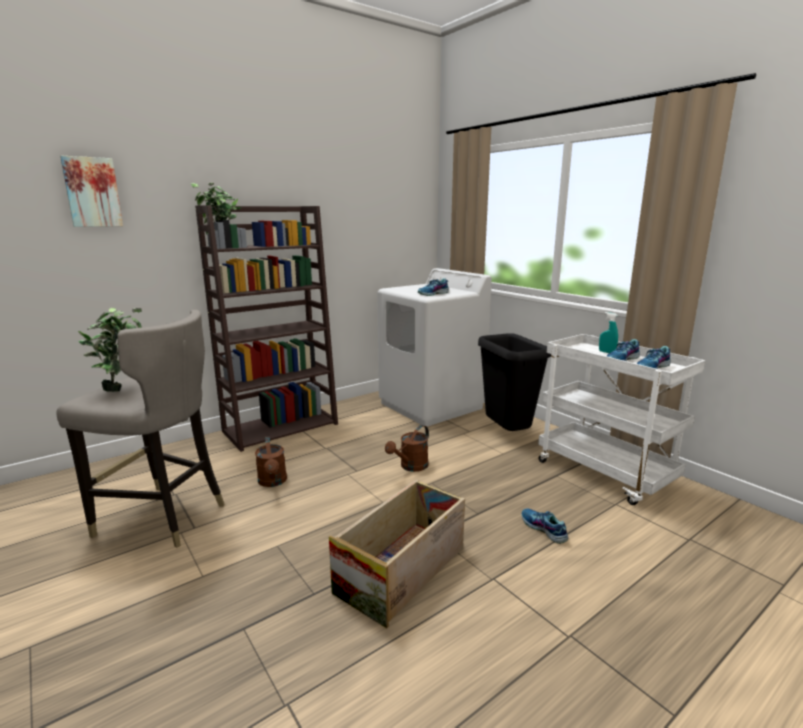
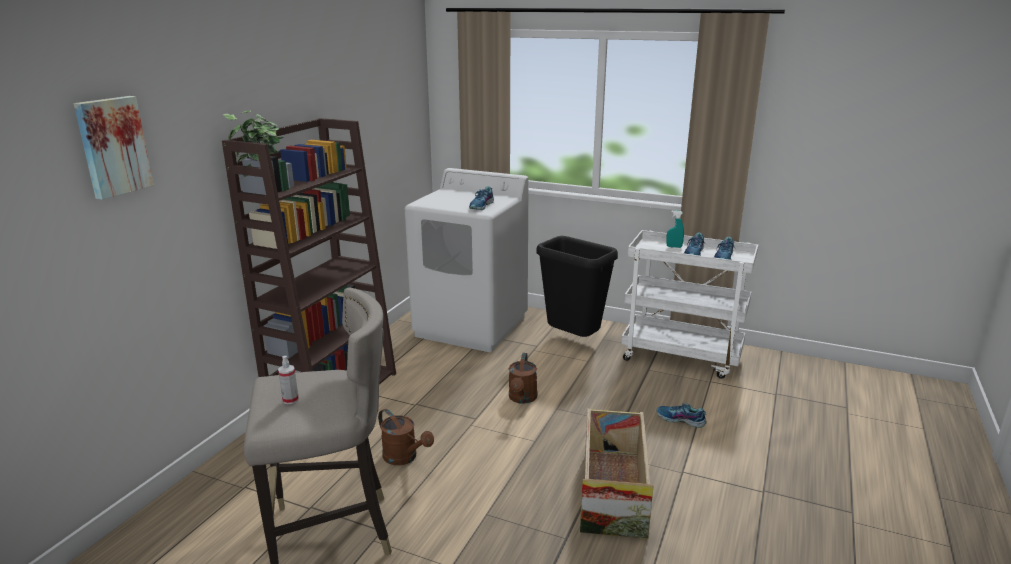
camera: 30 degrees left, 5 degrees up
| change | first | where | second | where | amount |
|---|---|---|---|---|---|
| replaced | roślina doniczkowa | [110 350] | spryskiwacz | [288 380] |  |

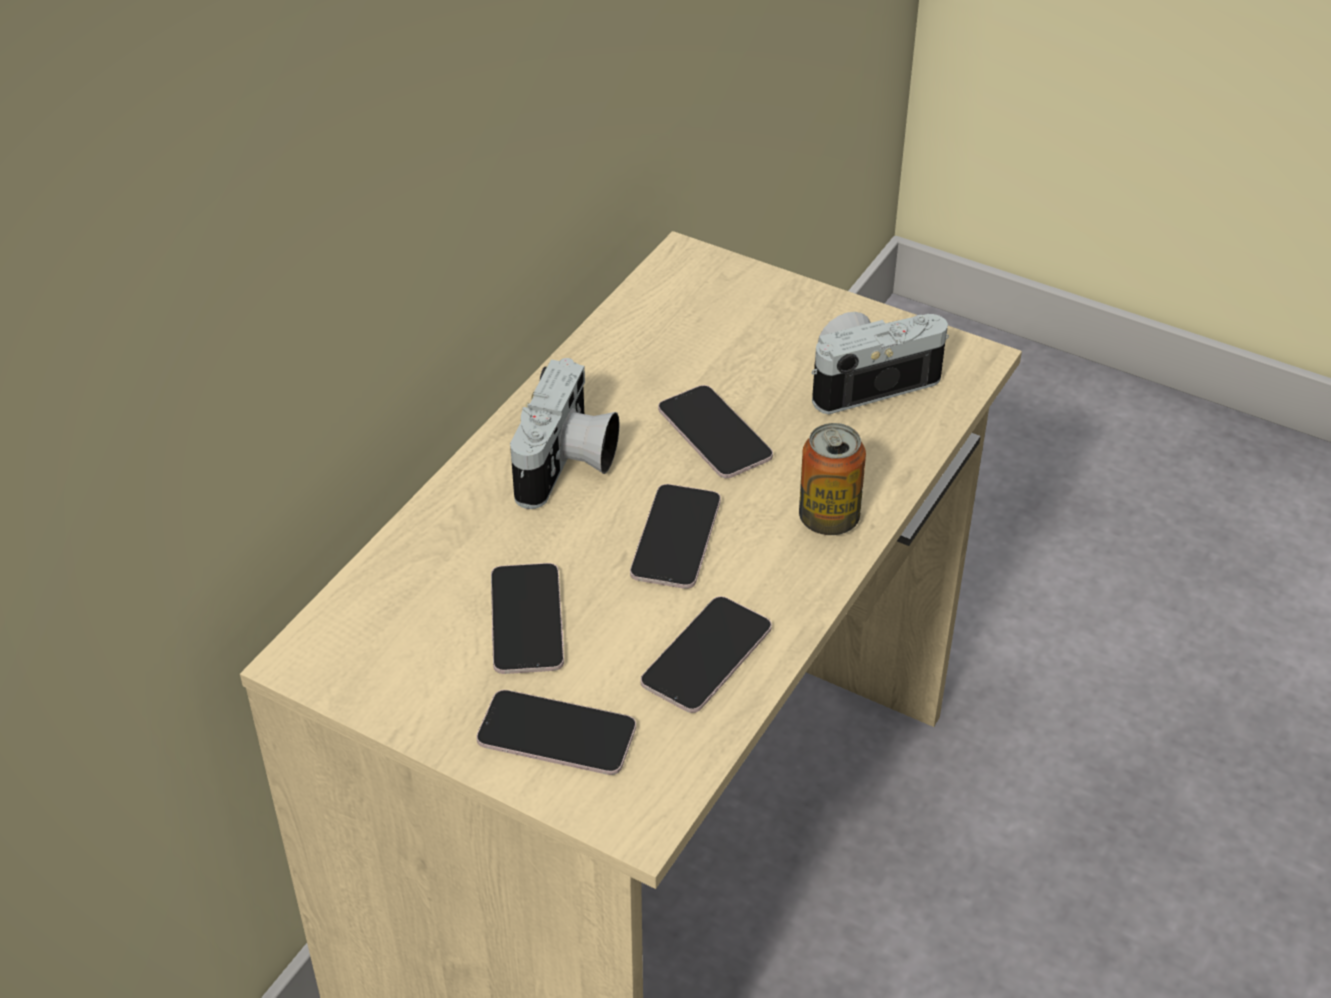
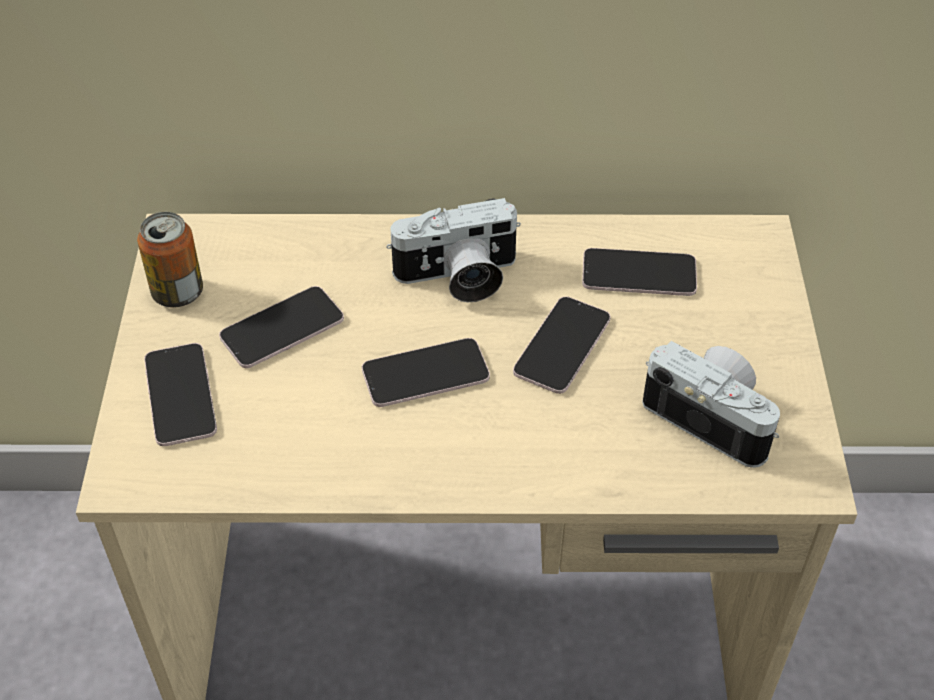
camera: 60 degrees right, 5 degrees up
| change | first | where | second | where | amount |
|---|---|---|---|---|---|
| moved | puszka | [832 479] |  | [170 260] |  |
| moved | telefon | [706 654] |  | [639 272] |  |

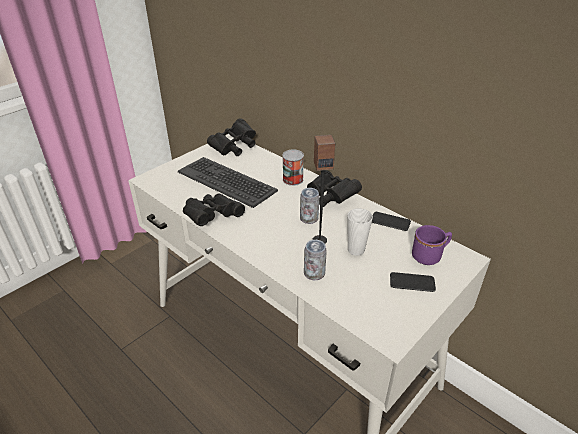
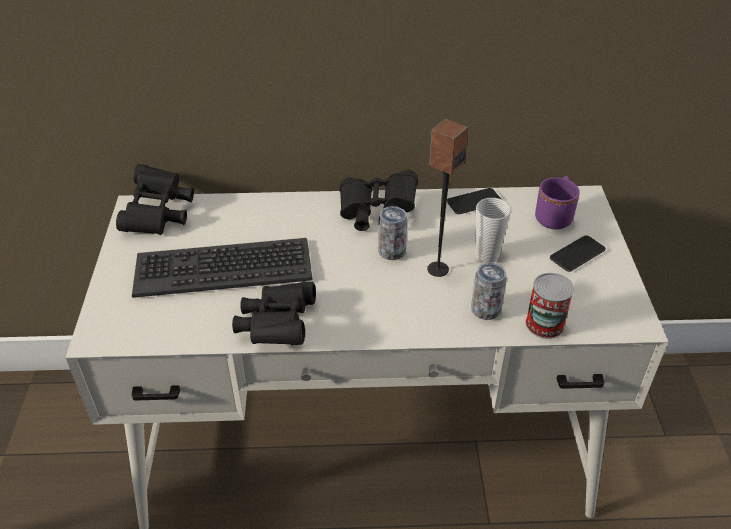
camera: 45 degrees left, 5 degrees up
| change | first | where | second | where | amount |
|---|---|---|---|---|---|
| moved | puszka | [293 168] |  | [550 306] |  |

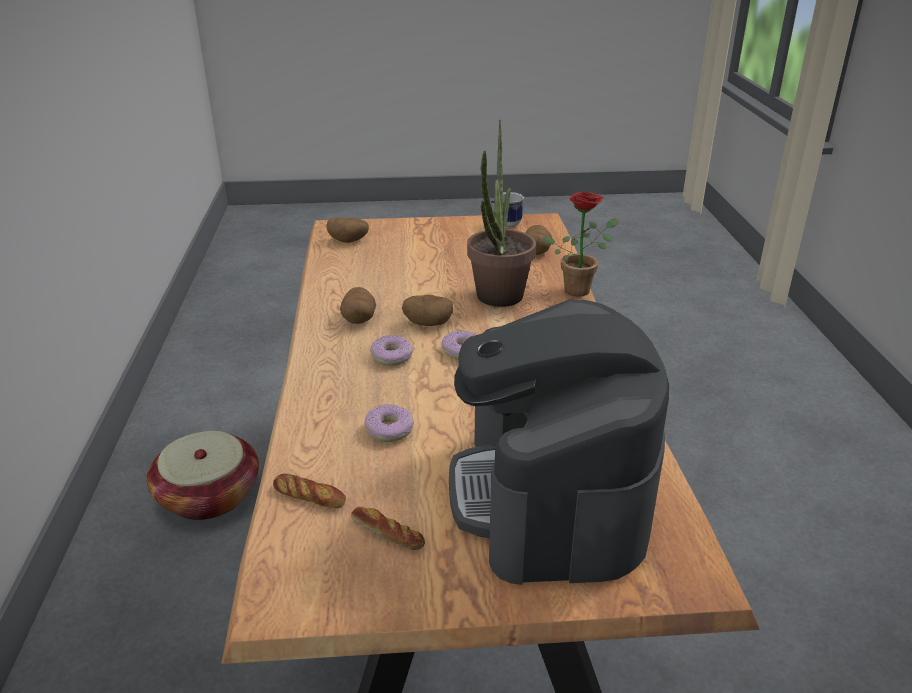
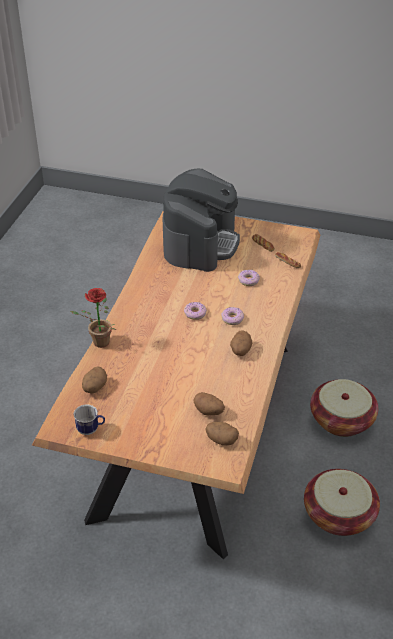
camera: 160 degrees left, 10 degrees up
| change | first | where | second | where | amount |
|---|---|---|---|---|---|
| moved | ziemniak | [427 310] |  | [209 403] |  |
| added |  |  | koszyk | [344 408] |  |
| removed | roślina doniczkowa | [501 213] |  |  |  |

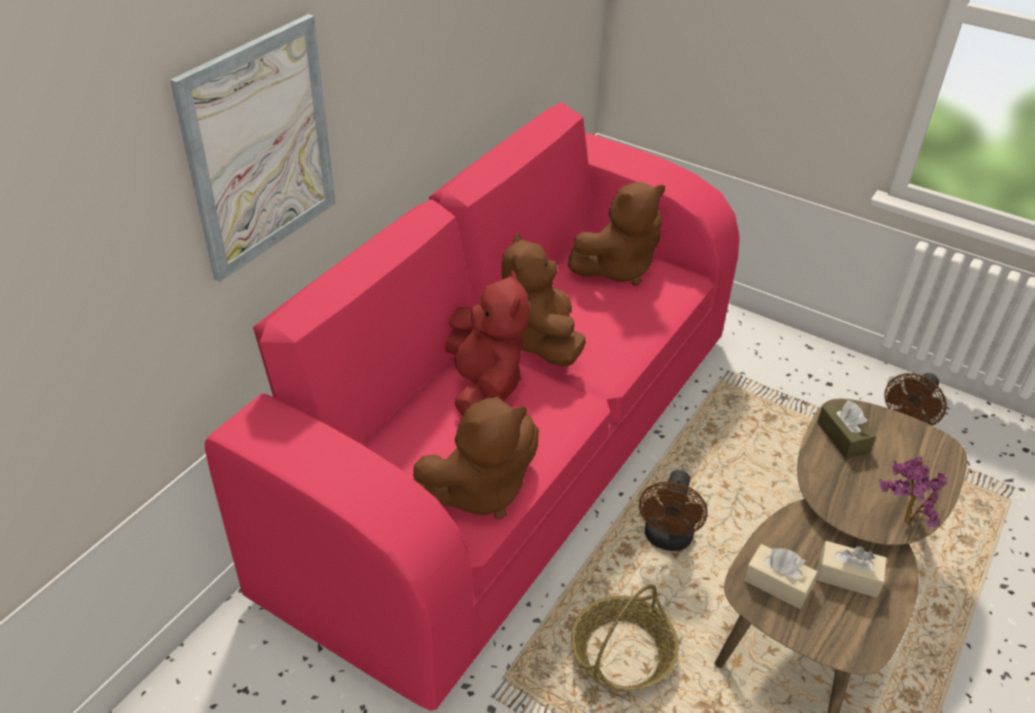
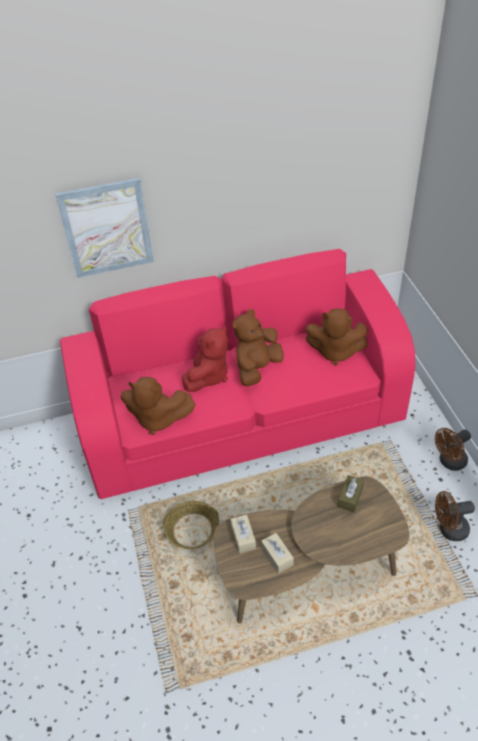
camera: 45 degrees right, 5 degrees up
| change | first | where | second | where | amount |
|---|---|---|---|---|---|
| moved | wentylator [brązowy] | [673 510] |  | [453 449] |  |
| removed | roślina doniczkowa | [913 491] |  |  |  |

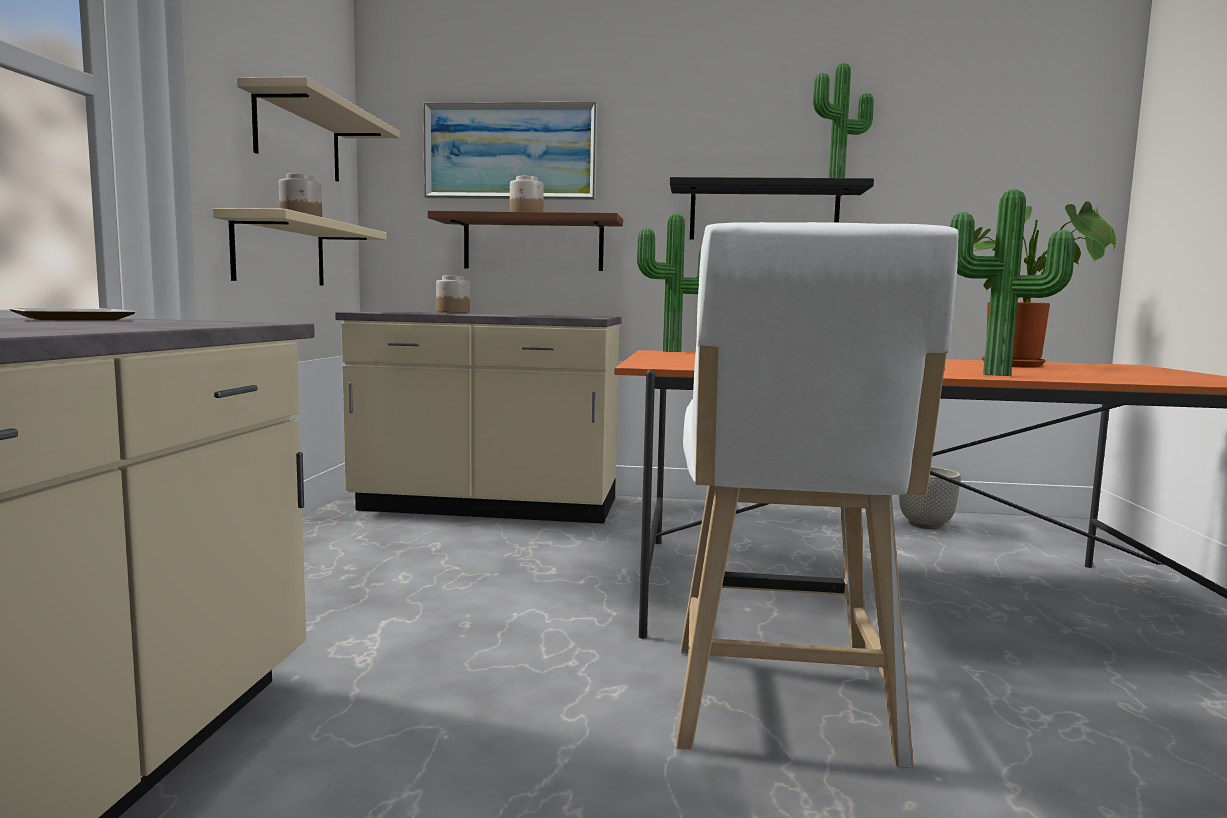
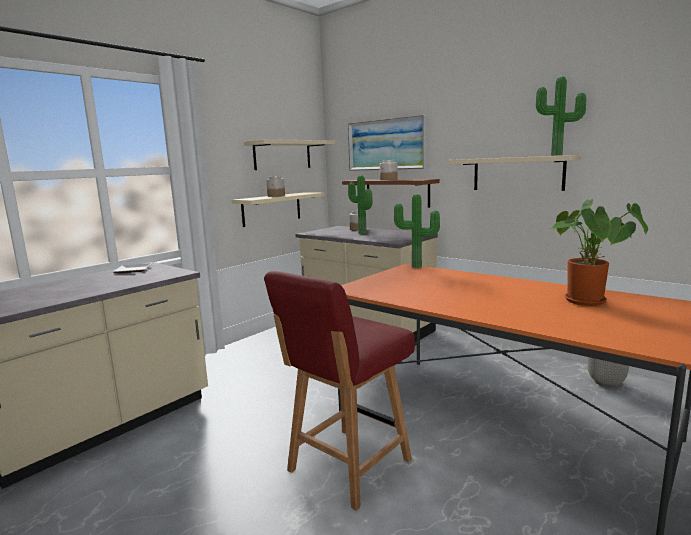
camera: 35 degrees right, 5 degrees up
| change | first | where | second | where | amount |
|---|---|---|---|---|---|
| replaced | stołek [biały] | [816 495] | krzesło [czerwony] | [339 391] |  |
| moved | roślina doniczkowa | [1012 282] |  | [360 204] |  |
| recoloured | półka [czarny] | [772 208] | półka [beżowy] | [515 173] |  |

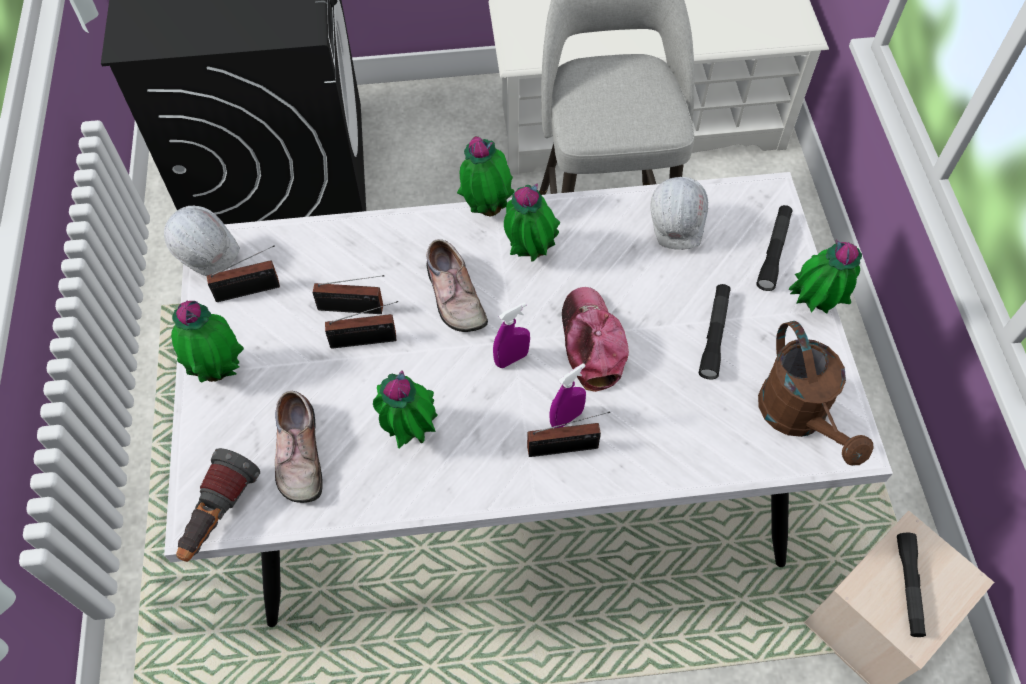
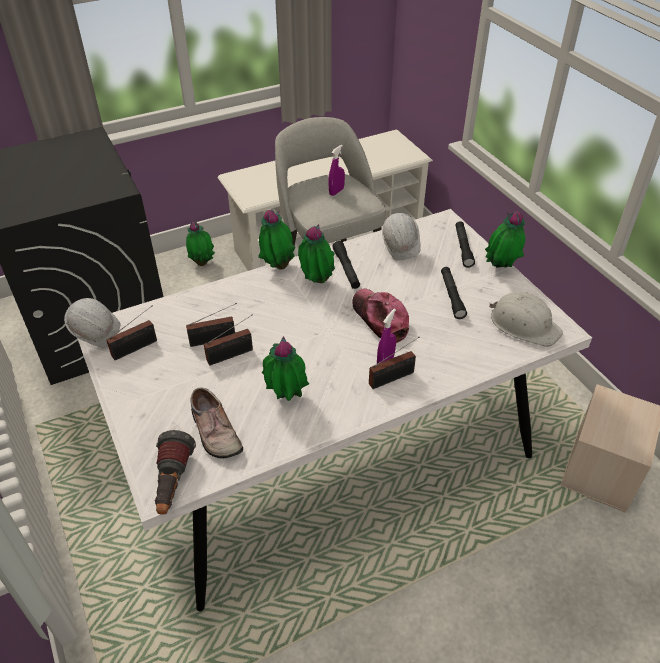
camera: 20 degrees left, 15 degrees down
| change | first | where | second | where | amount |
|---|---|---|---|---|---|
| moved | roślina doniczkowa | [207 341] |  | [200 243] |  |
| moved | spryskiwacz [fioletowy] | [511 335] |  | [337 170] |  |
| moved | latarka [czarny] | [911 585] |  | [346 265] |  |
| replaced | konewka [brązowy] | [815 393] | kask [biały] | [526 319] |  |
| removed | but | [457 285] |  |  |  |

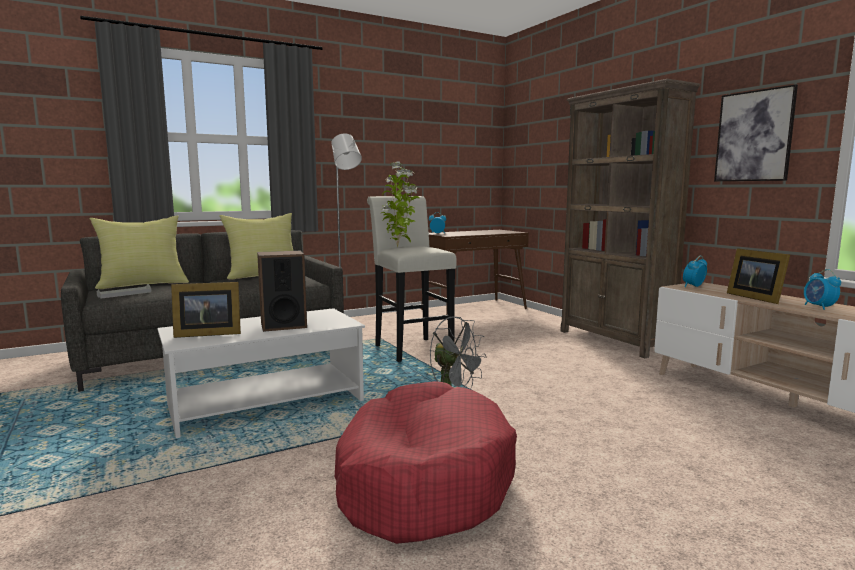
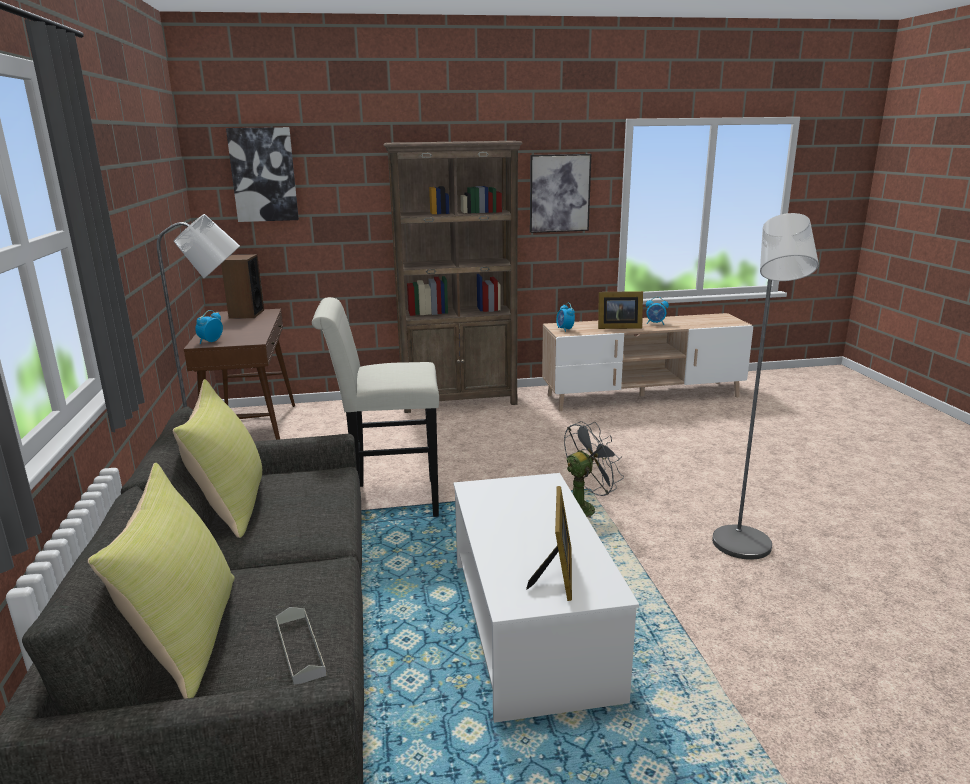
camera: 70 degrees left, 10 degrees up
| change | first | where | second | where | amount |
|---|---|---|---|---|---|
| moved | głośnik | [282 291] |  | [242 286] |  |
| added |  |  | obraz | [262 174] |  |
| replaced | legowisko [czerwony] | [426 462] | lampa stojąca [szary] | [765 386] |  |
| removed | roślina doniczkowa | [400 204] |  |  |  |

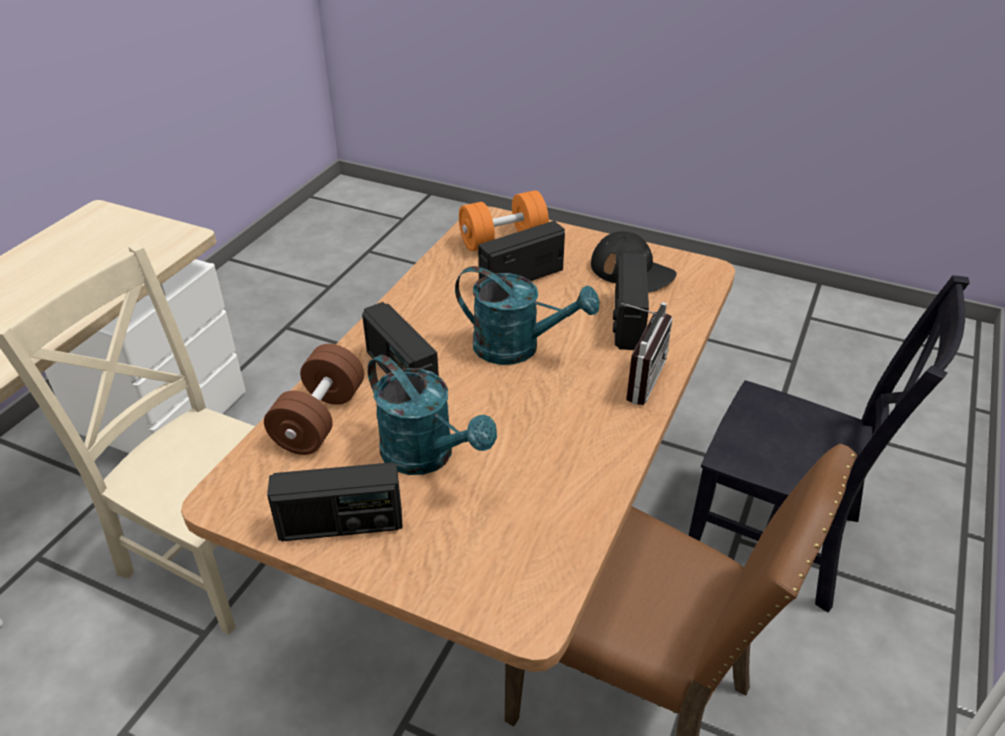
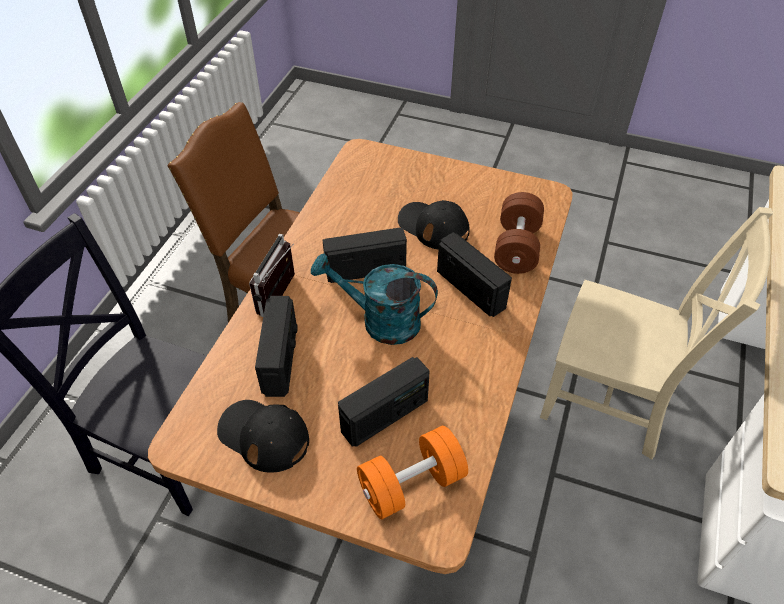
camera: 175 degrees right, 10 degrees up
| change | first | where | second | where | amount |
|---|---|---|---|---|---|
| moved | radio | [335 501] |  | [365 255] |  |
| replaced | konewka [turkusowy] | [432 415] | czapka z daszkiem [czarny] | [434 225] |  |

